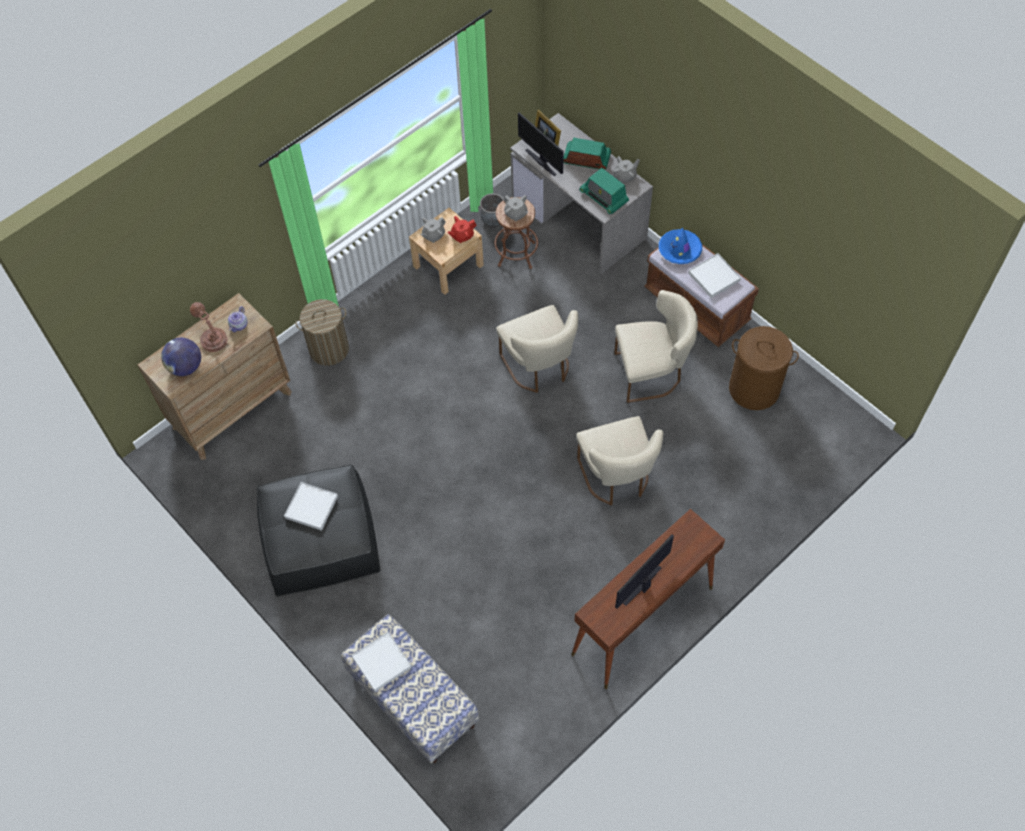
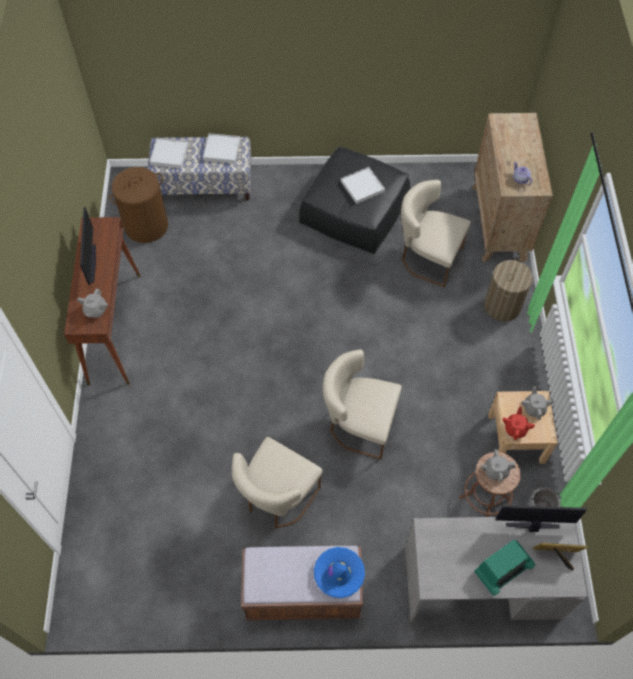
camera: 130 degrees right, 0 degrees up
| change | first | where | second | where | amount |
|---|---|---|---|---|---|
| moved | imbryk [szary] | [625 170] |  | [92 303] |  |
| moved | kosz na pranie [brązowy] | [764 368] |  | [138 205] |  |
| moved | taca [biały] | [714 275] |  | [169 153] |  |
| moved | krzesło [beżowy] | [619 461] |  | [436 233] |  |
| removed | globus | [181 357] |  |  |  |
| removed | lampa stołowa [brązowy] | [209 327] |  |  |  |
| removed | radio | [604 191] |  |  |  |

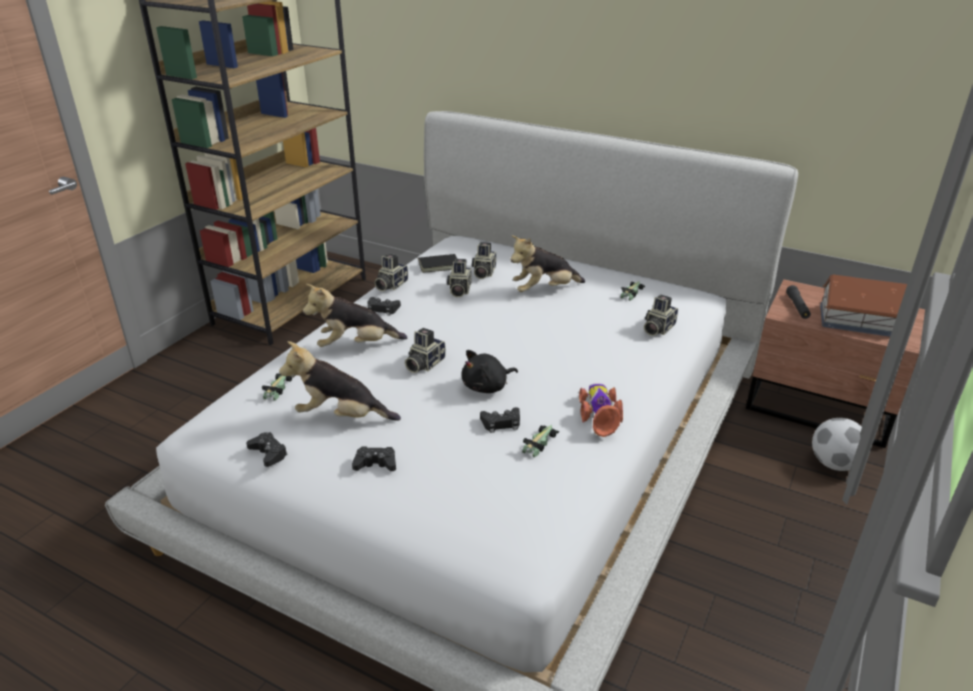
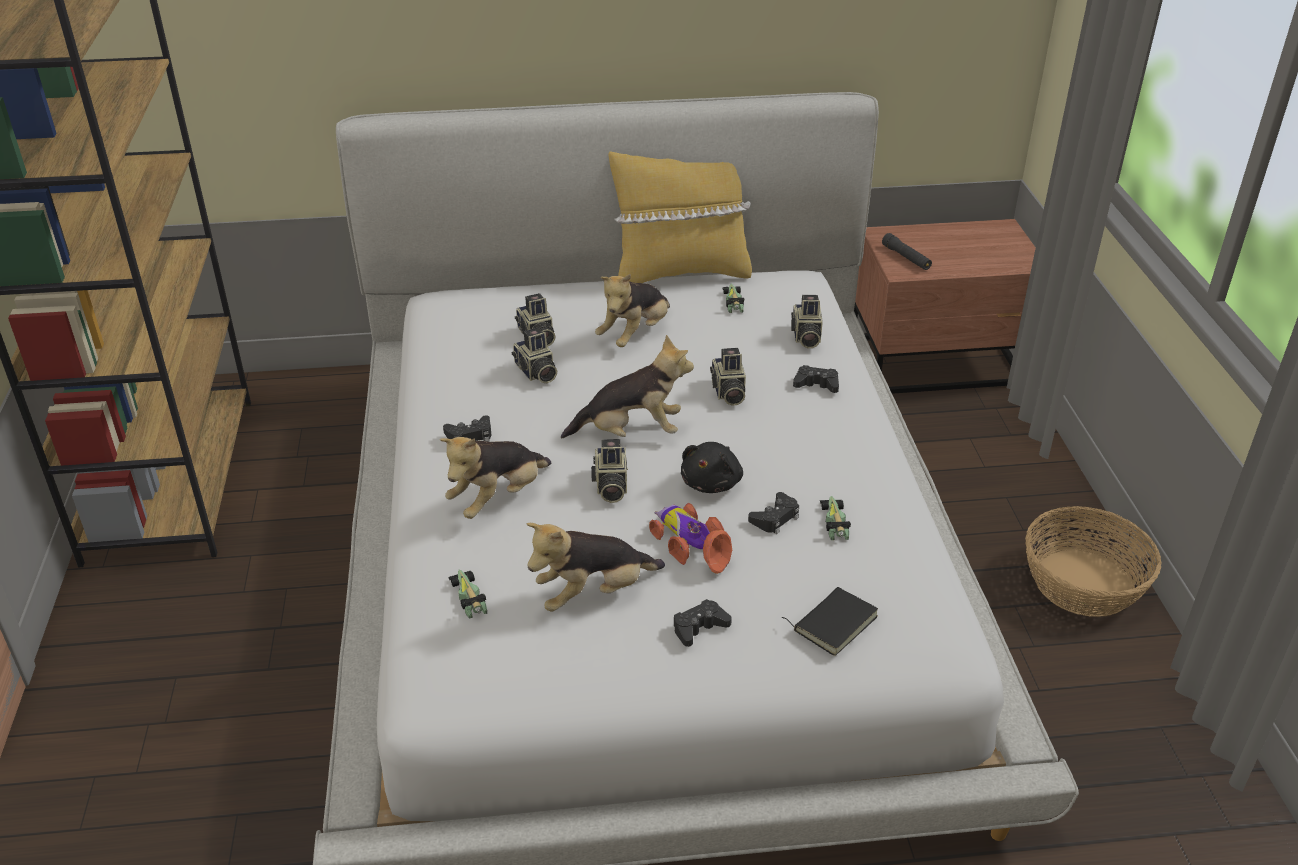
camera: 35 degrees left, 5 degrees up
| change | first | where | second | where | amount |
|---|---|---|---|---|---|
| added |  |  | pluszak | [627 386] |  |
| added |  |  | poduszka [żółty] | [680 217] |  |
| moved | samochodzik | [601 410] |  | [690 538] |  |
| moved | aparat fotograficzny | [391 272] |  | [728 377] |  |
| moved | książka [czarny] | [437 263] |  | [830 621] |  |
| moved | pad do gier [czarny] | [267 449] |  | [816 379] |  |
| added |  |  | koszyk | [1093 561] |  |
| removed | piłka futbolowa | [837 444] |  |  |  |
| removed | domek | [863 306] |  |  |  |

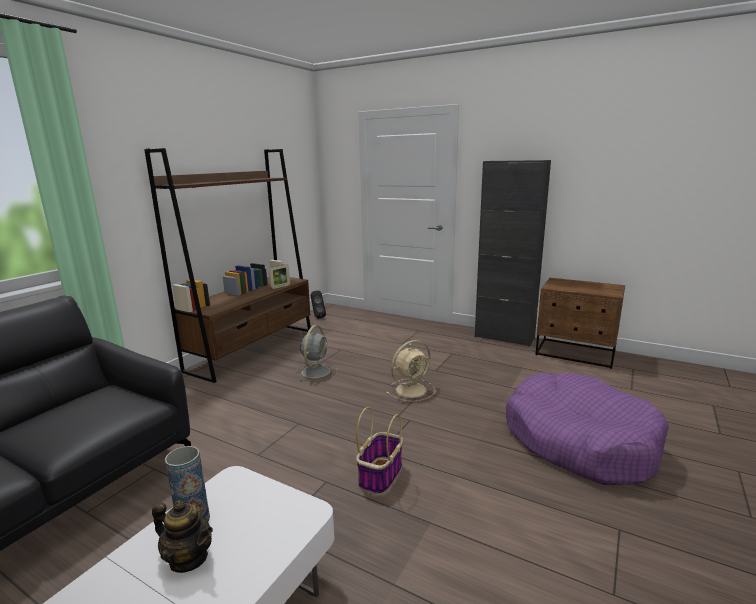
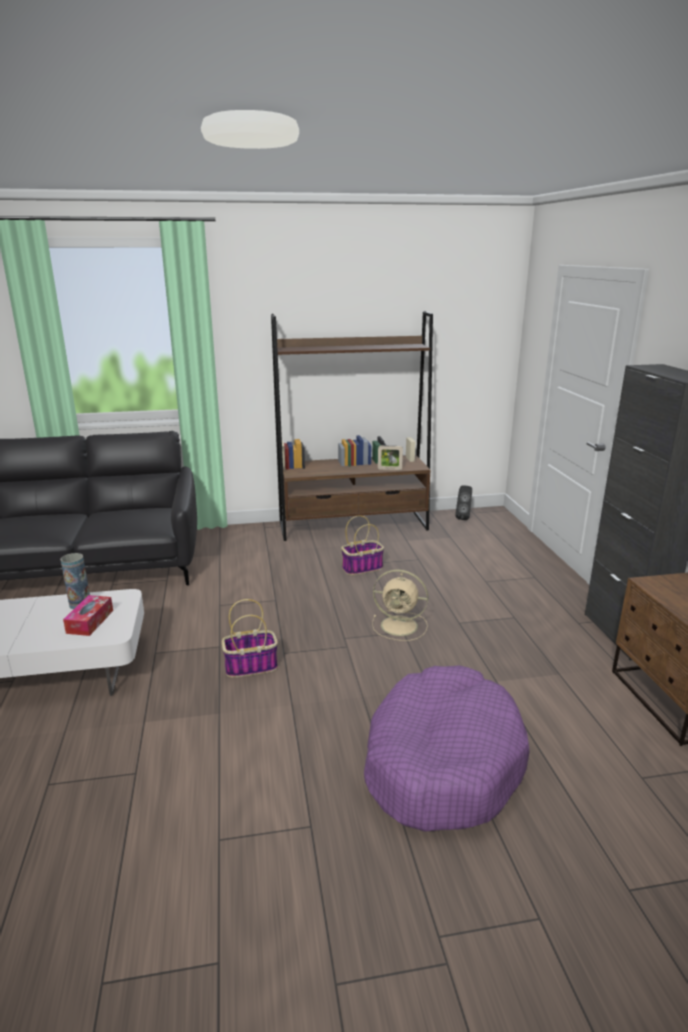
camera: 50 degrees right, 5 degrees up
| change | first | where | second | where | amount |
|---|---|---|---|---|---|
| added |  |  | pudełko chusteczek | [88 615] |  |
| replaced | wentylator [szary] | [316 353] | koszyk | [362 545] |  |
| removed | imbryk | [182 536] |  |  |  |

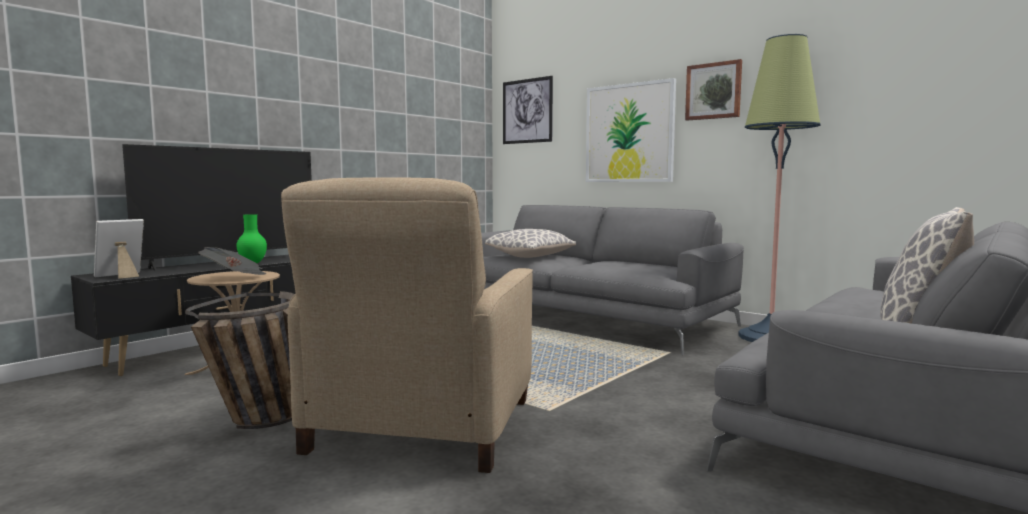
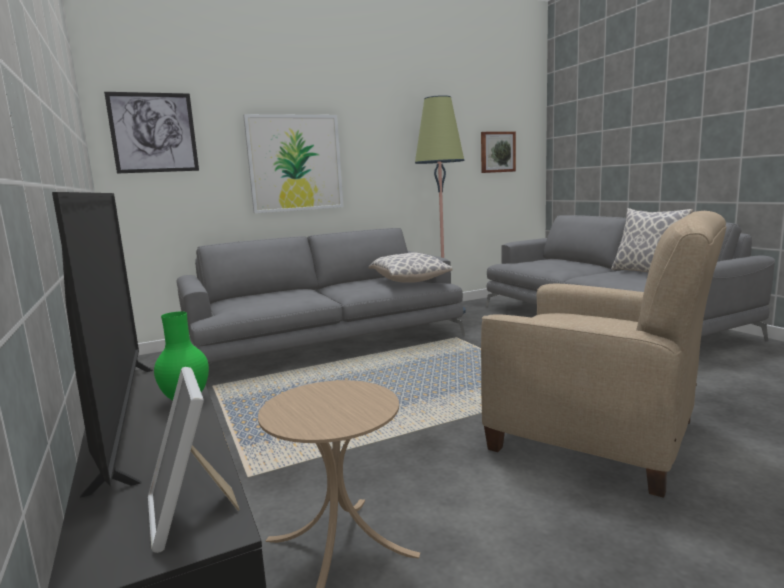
camera: 65 degrees left, 5 degrees up
| change | first | where | second | where | amount |
|---|---|---|---|---|---|
| moved | poduszka | [530 243] |  | [410 268] |  |
| moved | obraz | [713 90] |  | [498 152] |  |
| removed | koszyk | [240 360] |  |  |  |
| removed | gazeta | [232 261] |  |  |  |

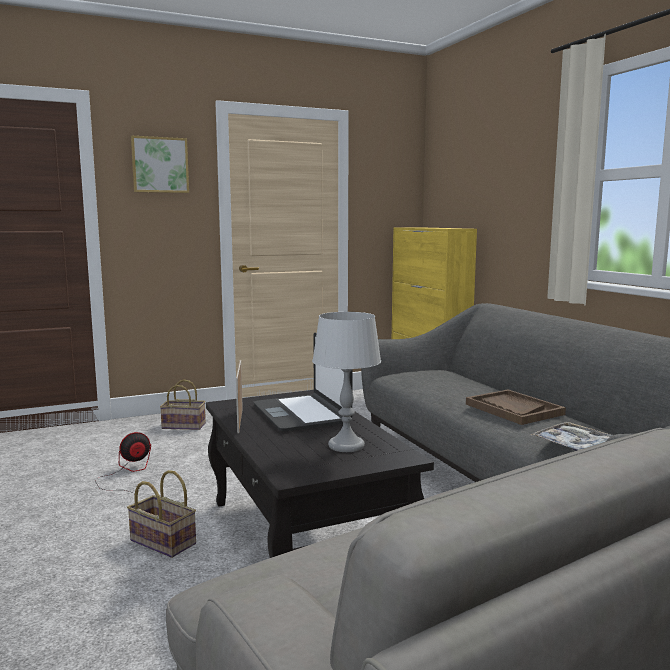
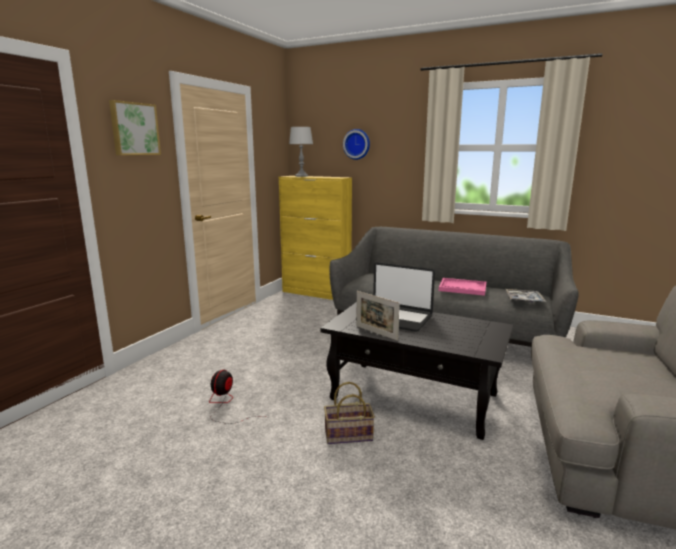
camera: 40 degrees left, 5 degrees up
| change | first | where | second | where | amount |
|---|---|---|---|---|---|
| moved | lampa stołowa [szary] | [346 382] |  | [301 152] |  |
| added |  |  | zegar ścienny | [356 144] |  |
| recoloured | taca [brązowy] | [516 407] | taca [różowy] | [462 287] |  |
| removed | koszyk | [183 404] |  |  |  |

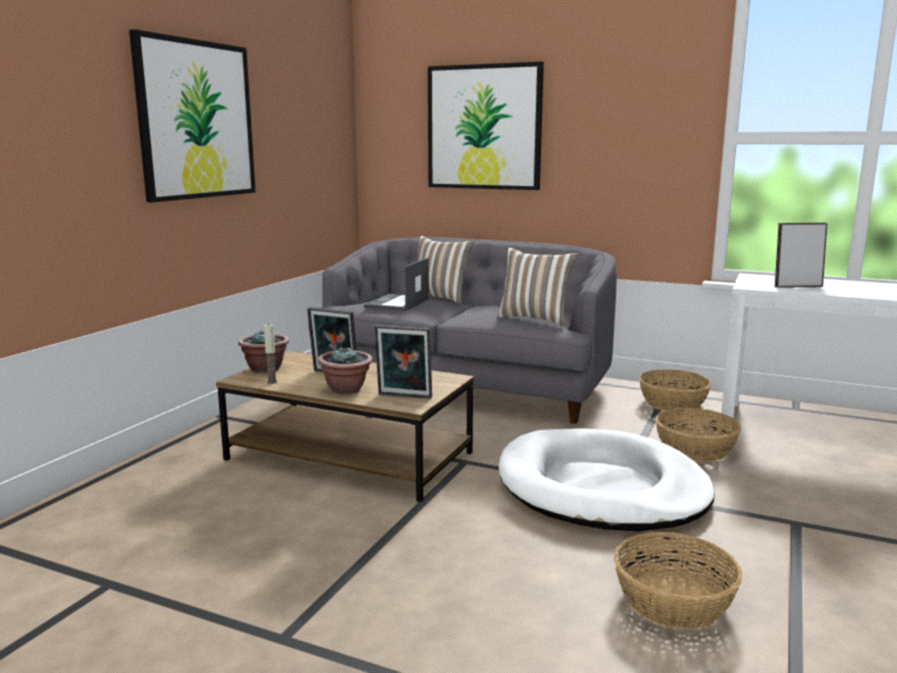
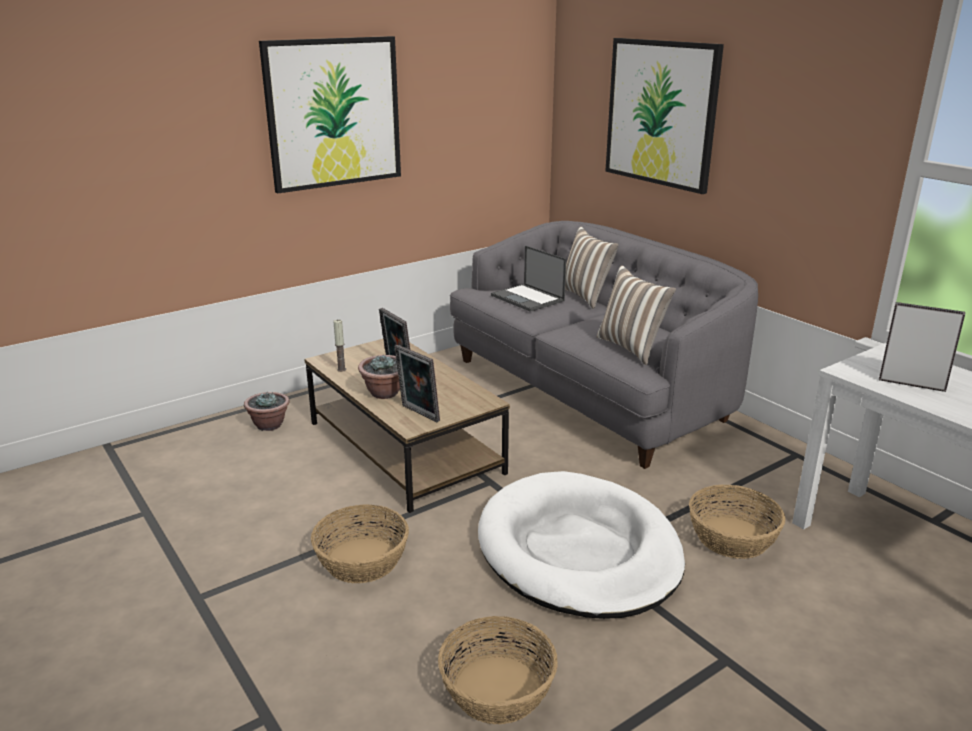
camera: 30 degrees right, 10 degrees up
| change | first | where | second | where | amount |
|---|---|---|---|---|---|
| moved | roślina doniczkowa | [263 351] |  | [267 411] |  |
| moved | koszyk | [675 391] |  | [360 543] |  |
| turned | laptop | [396 284] |  | [528 279] | 90 degrees counterclockwise |

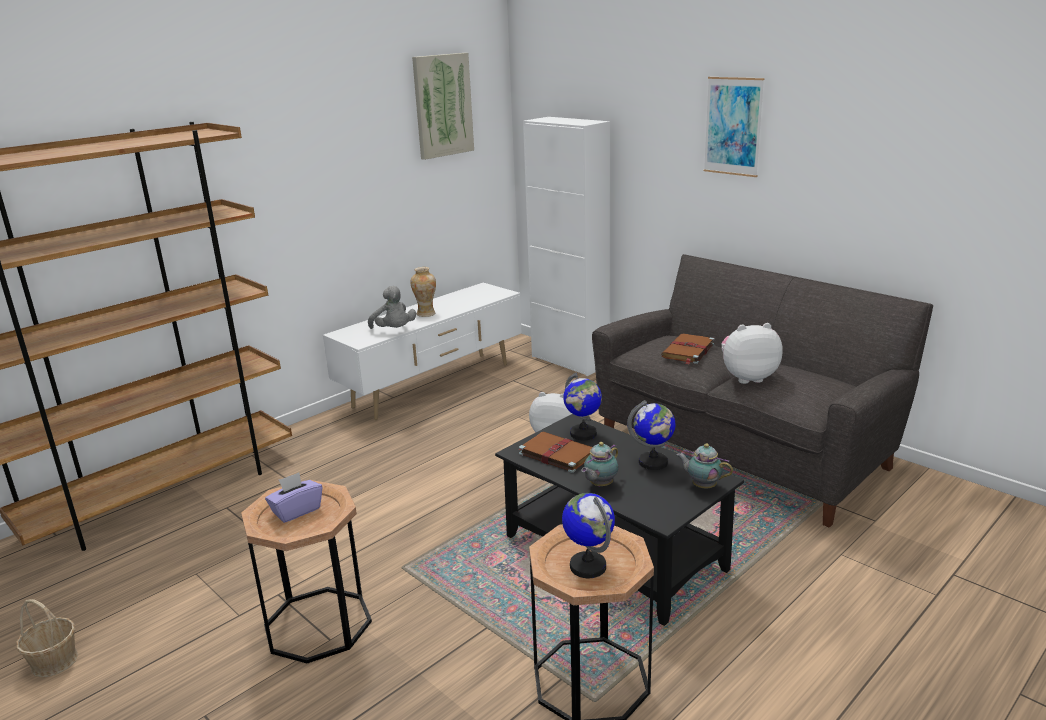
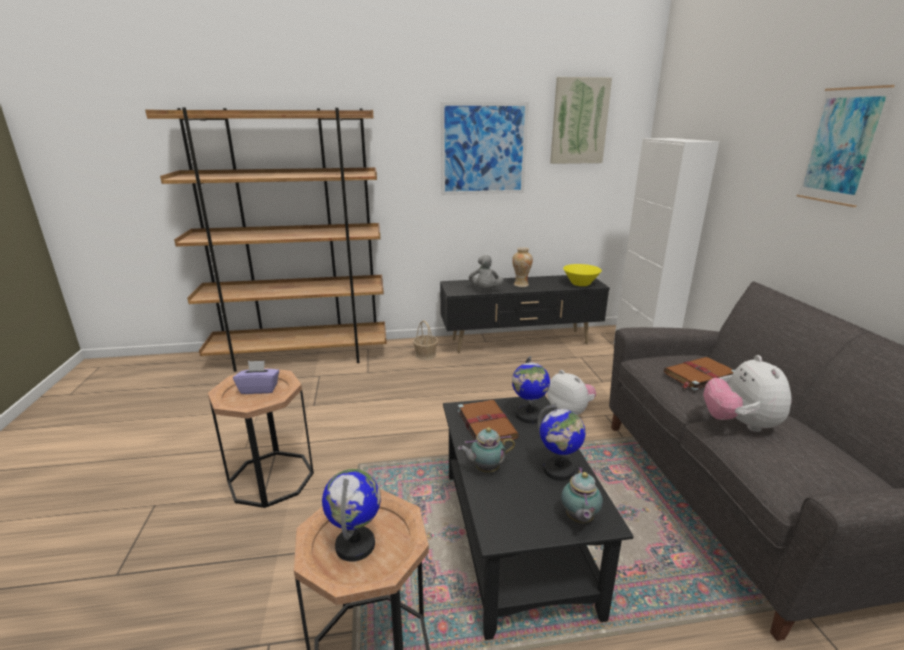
camera: 35 degrees right, 0 degrees up
| change | first | where | second | where | amount |
|---|---|---|---|---|---|
| moved | koszyk | [47 638] |  | [425 340] |  |
| recoloured | szafka pod telewizor [biały] | [422 351] | szafka pod telewizor [czarny] | [525 314] |  |
| added |  |  | obraz | [485 148] |  |
| turned | imbryk | [705 465] |  | [582 495] | 150 degrees counterclockwise |
| added |  |  | miska [żółty] | [582 275] |  |
| turned | pluszak | [752 353] |  | [747 393] | 120 degrees counterclockwise |

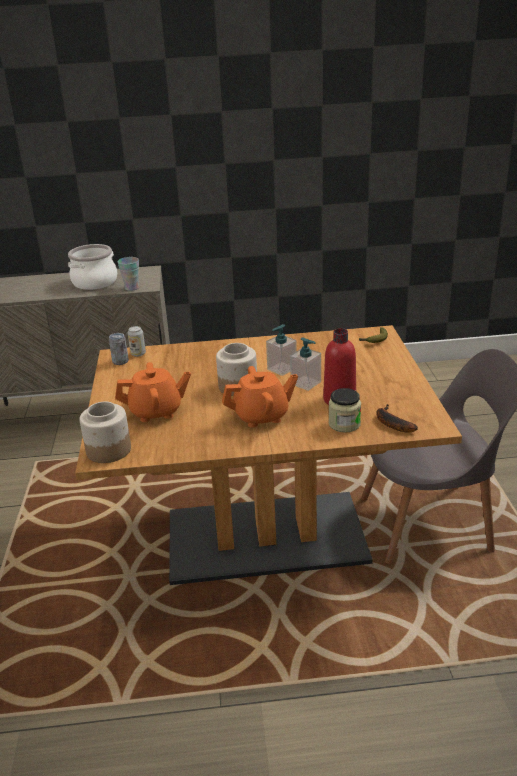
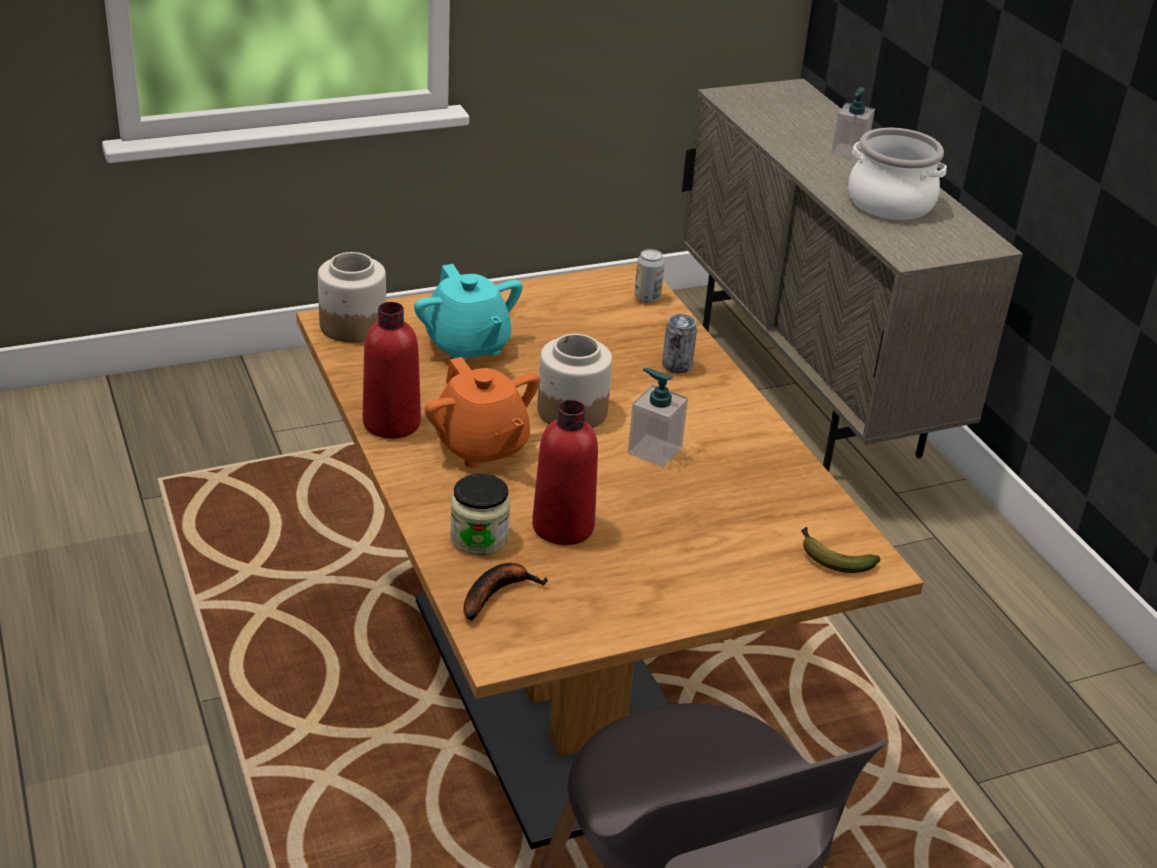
camera: 70 degrees right, 5 degrees up
| change | first | where | second | where | amount |
|---|---|---|---|---|---|
| added |  |  | butelka [czerwony] | [392 370] |  |
| recoloured | imbryk [pomarańczowy] | [153 392] | imbryk [turkusowy] | [468 312] |  |
| moved | puszka | [119 349] |  | [679 344] |  |
| moved | dozownik mydła | [305 364] |  | [853 123] |  |
| removed | filiżanka | [128 274] |  |  |  |

